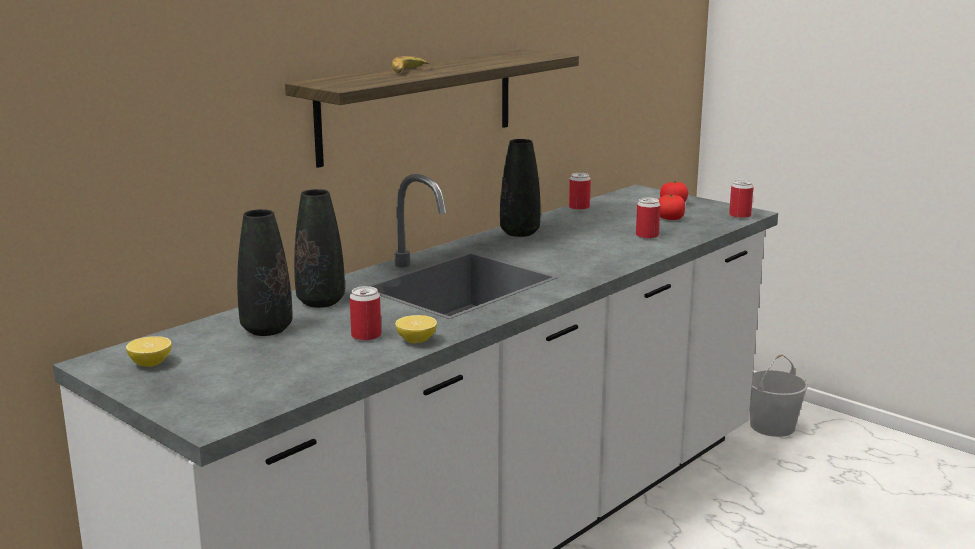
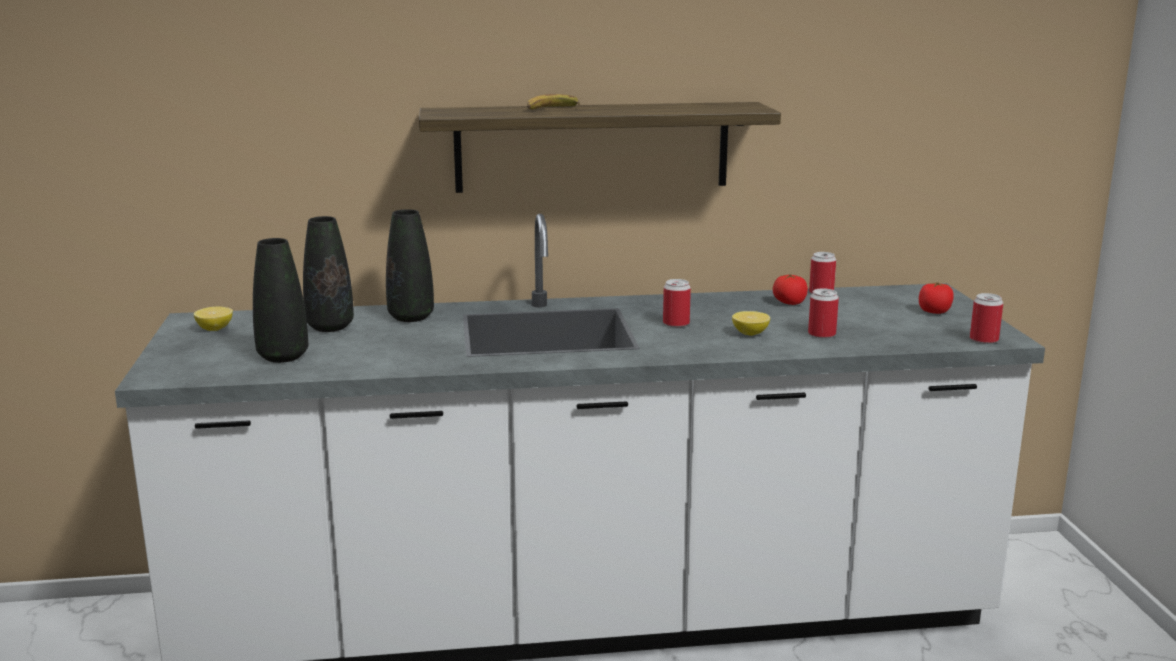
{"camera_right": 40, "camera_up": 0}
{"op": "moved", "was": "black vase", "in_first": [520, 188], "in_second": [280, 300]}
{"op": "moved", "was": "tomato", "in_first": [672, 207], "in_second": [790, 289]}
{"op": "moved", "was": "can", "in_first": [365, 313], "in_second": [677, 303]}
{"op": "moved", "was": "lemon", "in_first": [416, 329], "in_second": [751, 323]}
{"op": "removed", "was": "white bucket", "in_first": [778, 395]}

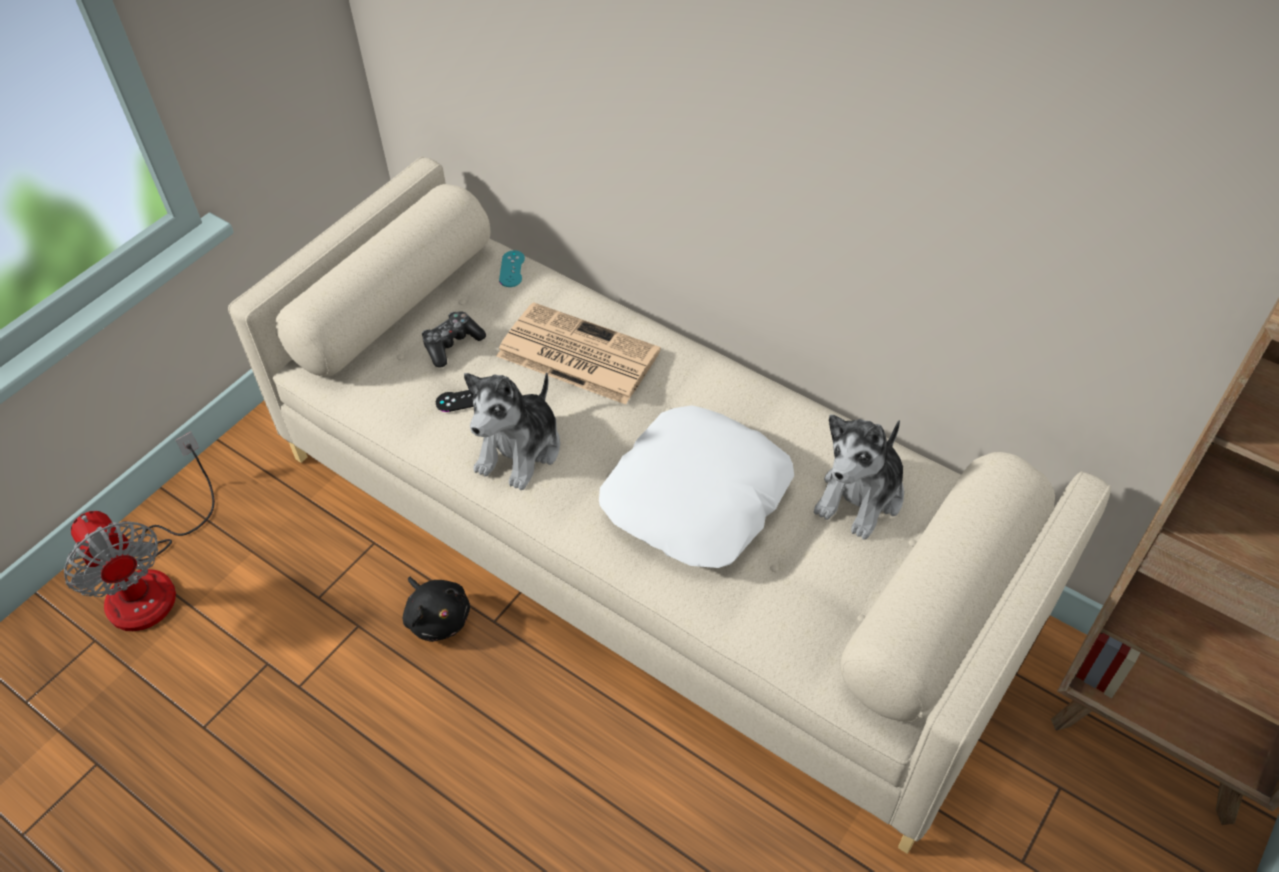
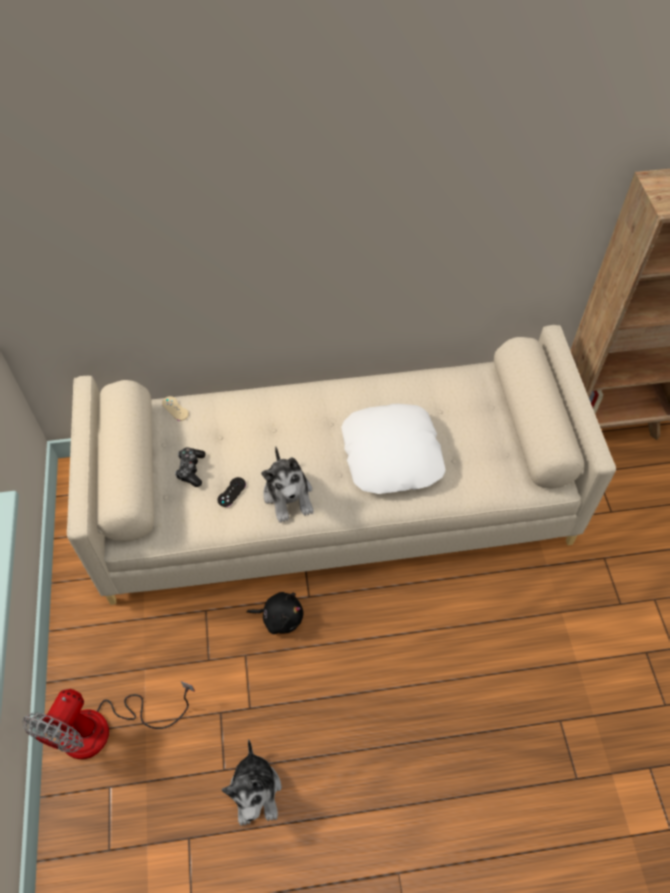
{"camera_right": -45, "camera_up": 5}
{"op": "recoloured", "was": "turquoise game controller", "now": "beige game controller", "in_first": [512, 268], "in_second": [175, 408]}
{"op": "removed", "was": "newspaper", "in_first": [579, 353]}
{"op": "moved", "was": "plush toy", "in_first": [859, 477], "in_second": [252, 782]}
{"op": "turned", "was": "fan", "in_first": [139, 531], "in_second": [108, 720], "clockwise": 105}

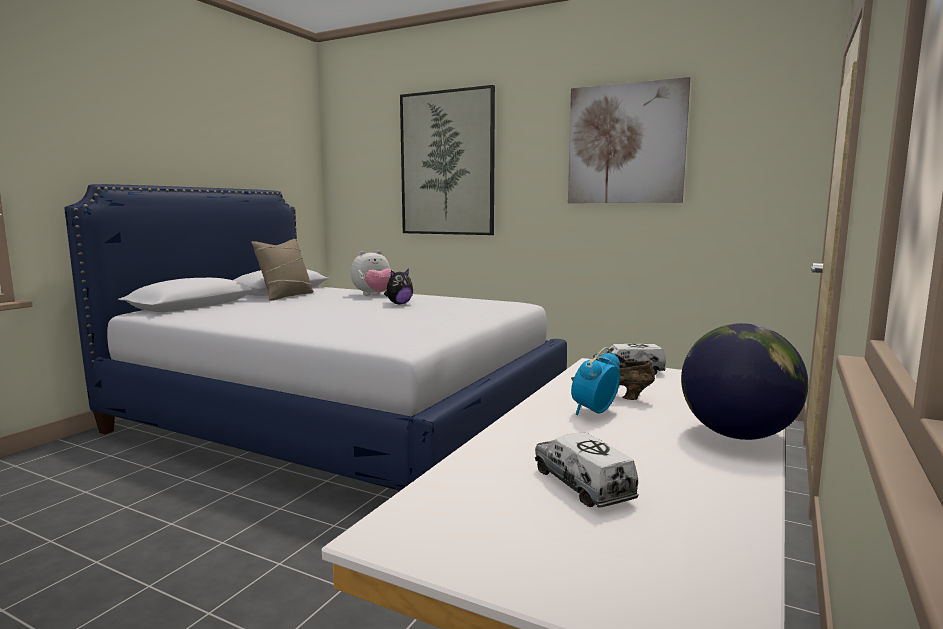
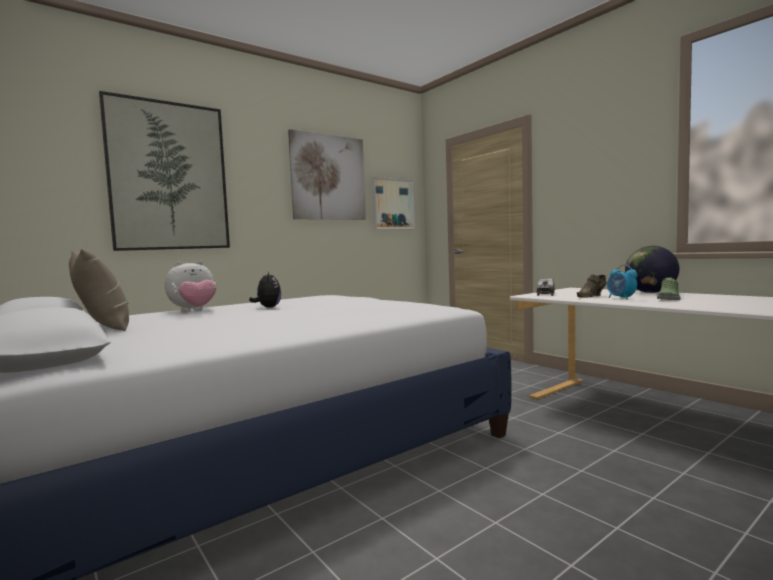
{"camera_right": -65, "camera_up": -5}
{"op": "turned", "was": "plush toy", "in_first": [371, 272], "in_second": [190, 286], "clockwise": 60}
{"op": "removed", "was": "toy truck", "in_first": [587, 470]}
{"op": "added", "now": "picture", "in_second": [393, 203]}
{"op": "added", "now": "shoe", "in_second": [669, 288]}

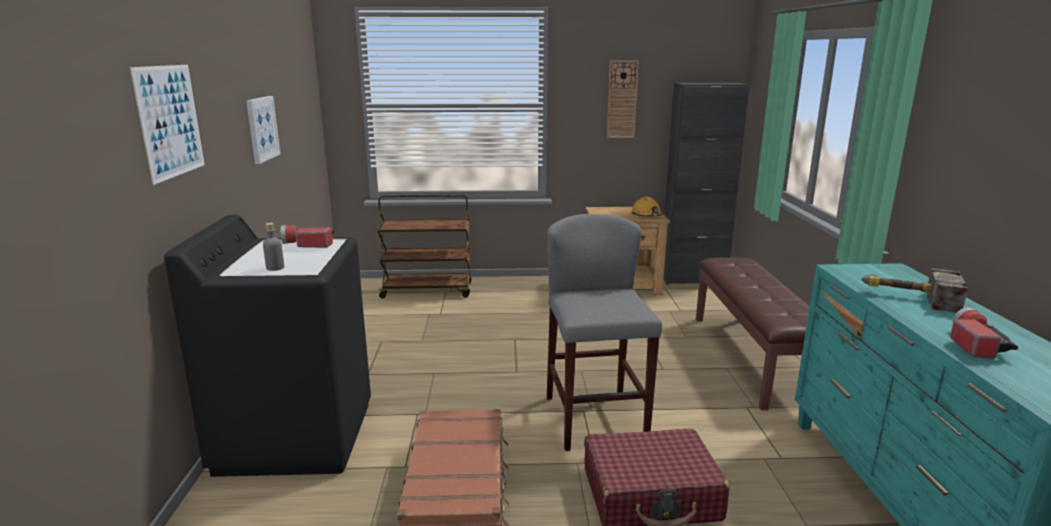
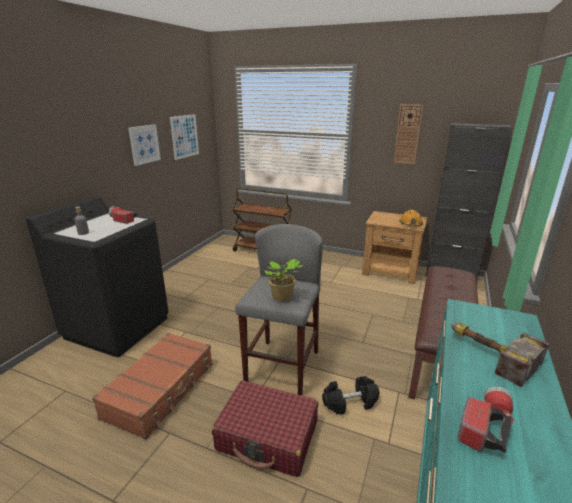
{"camera_right": 25, "camera_up": 5}
{"op": "moved", "was": "picture", "in_first": [167, 125], "in_second": [184, 137]}
{"op": "added", "now": "potted plant", "in_second": [283, 280]}
{"op": "added", "now": "black dumbbell", "in_second": [350, 395]}

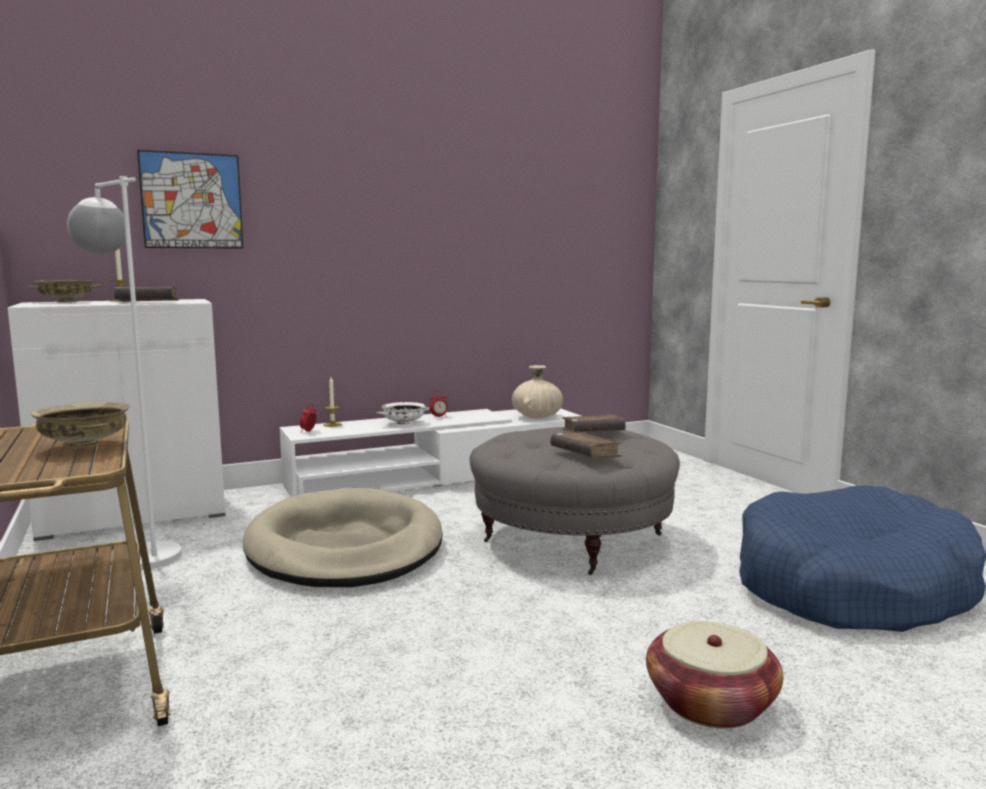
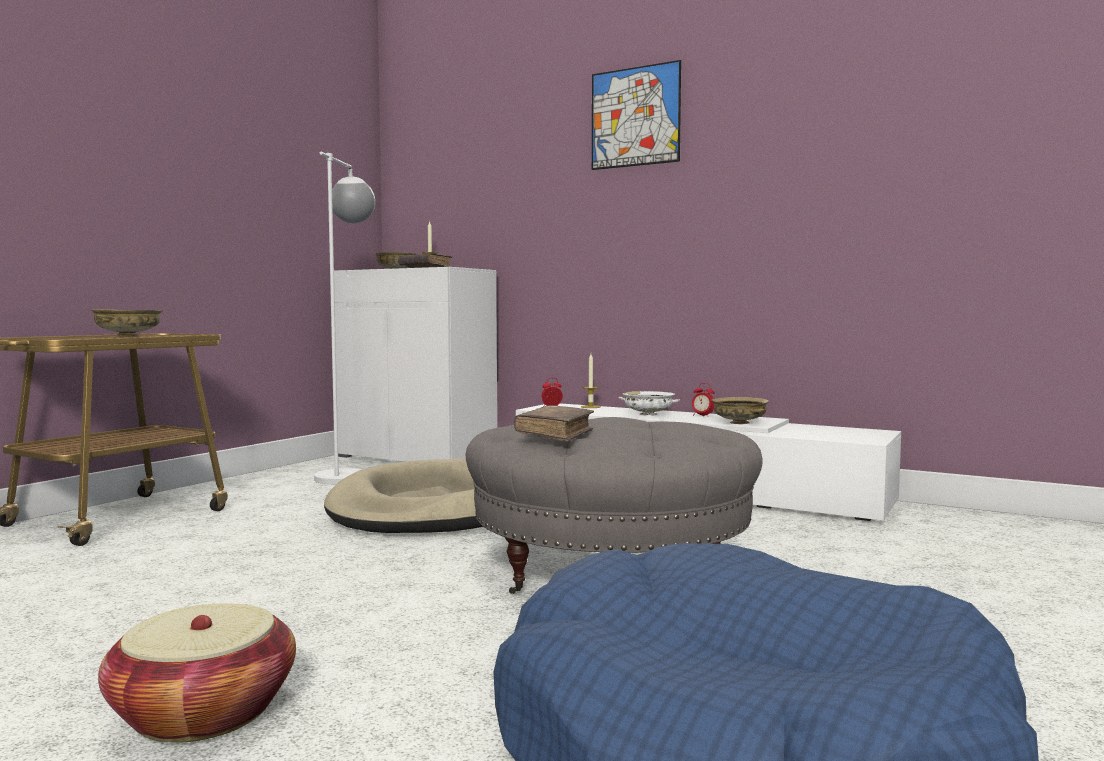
{"camera_right": 55, "camera_up": -5}
{"op": "moved", "was": "picture", "in_first": [190, 199], "in_second": [636, 115]}
{"op": "removed", "was": "beige vase", "in_first": [537, 392]}
{"op": "removed", "was": "brown book", "in_first": [594, 423]}
{"op": "added", "now": "beige bowl", "in_second": [740, 410]}

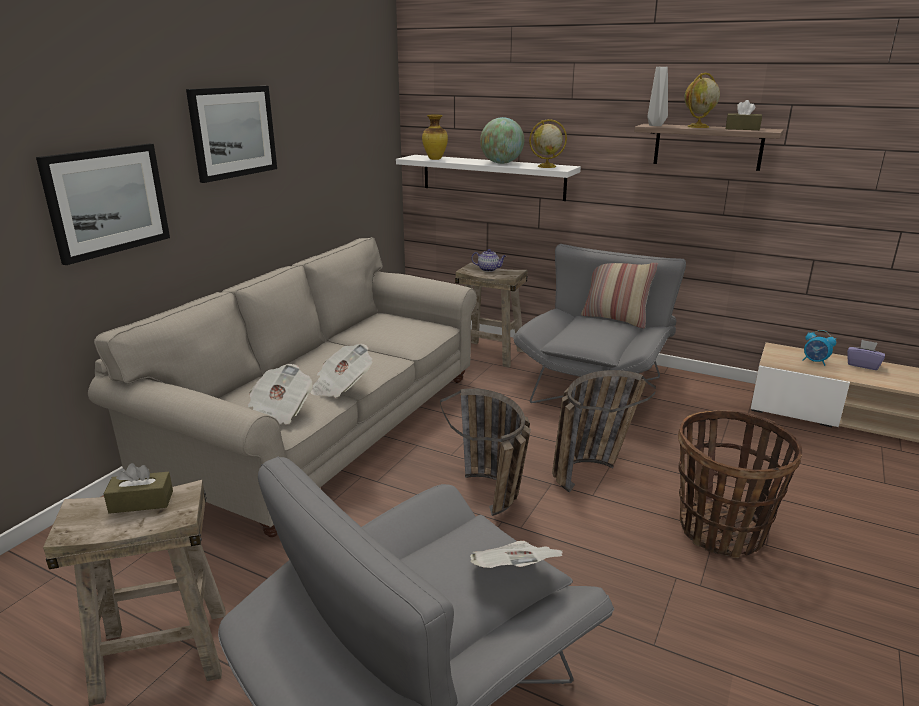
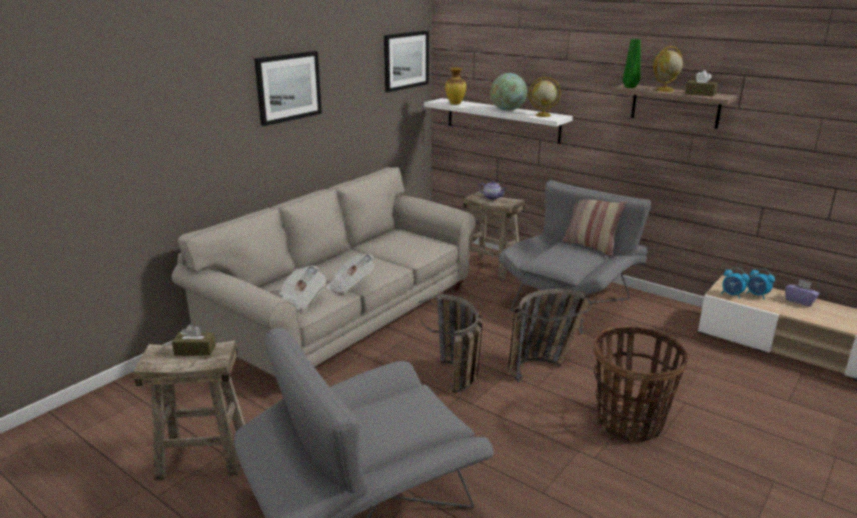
{"camera_right": 10, "camera_up": 0}
{"op": "recoloured", "was": "grey vase", "now": "green vase", "in_first": [657, 96], "in_second": [632, 63]}
{"op": "moved", "was": "picture", "in_first": [103, 204], "in_second": [406, 61]}
{"op": "removed", "was": "newspaper", "in_first": [516, 554]}
{"op": "added", "now": "alarm clock", "in_second": [735, 283]}

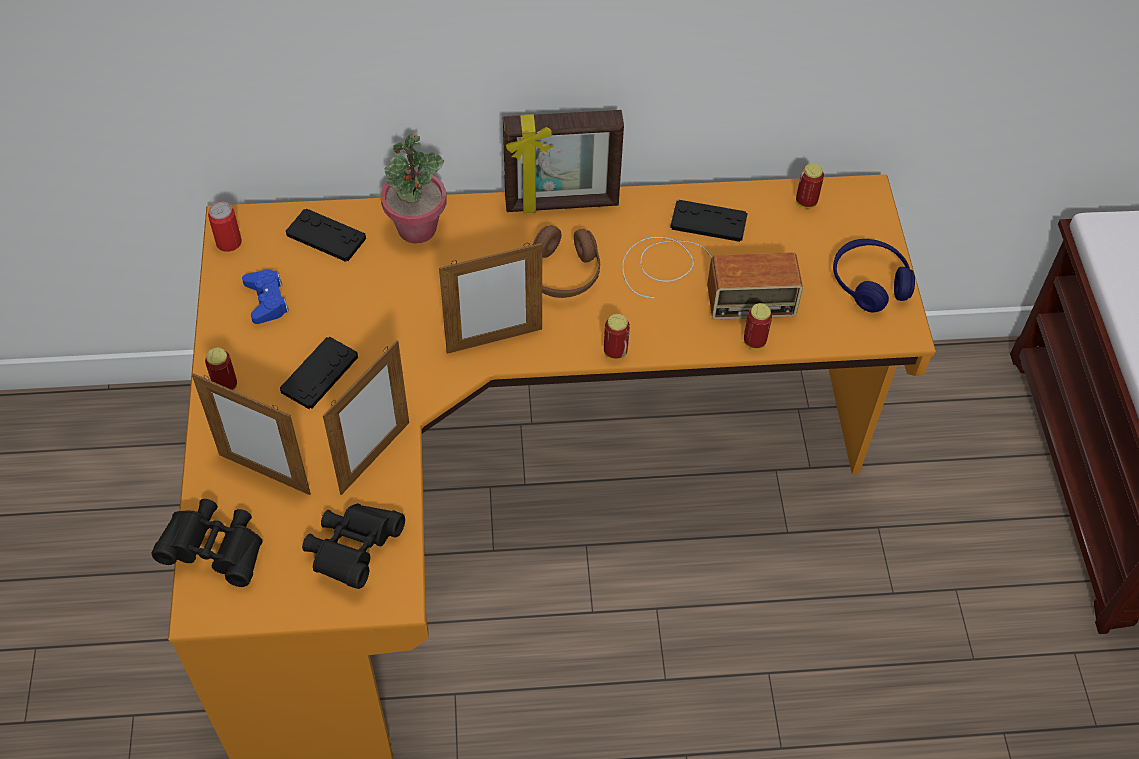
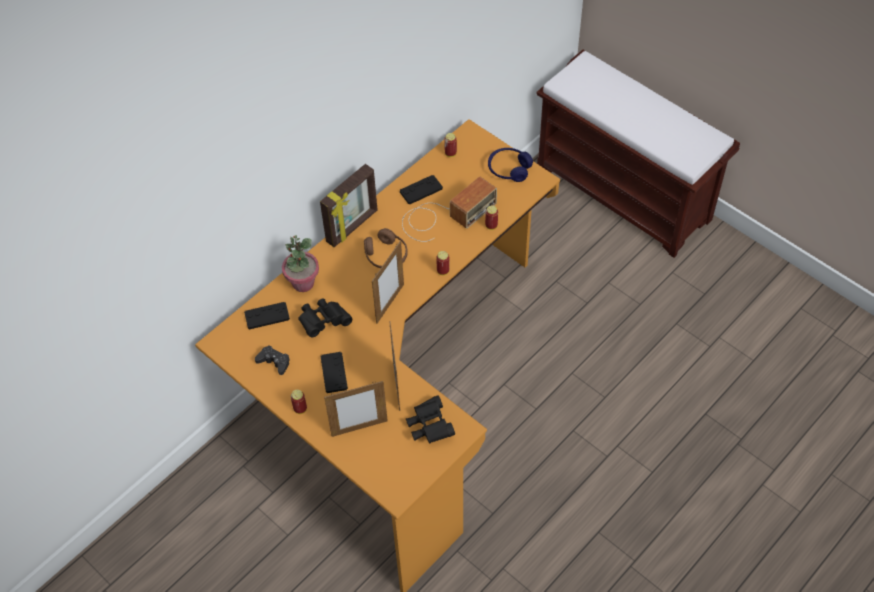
{"camera_right": -40, "camera_up": 0}
{"op": "removed", "was": "can", "in_first": [225, 226]}
{"op": "recoloured", "was": "blue game controller", "now": "black game controller", "in_first": [265, 296], "in_second": [272, 360]}
{"op": "moved", "was": "black binoculars", "in_first": [207, 543], "in_second": [325, 317]}

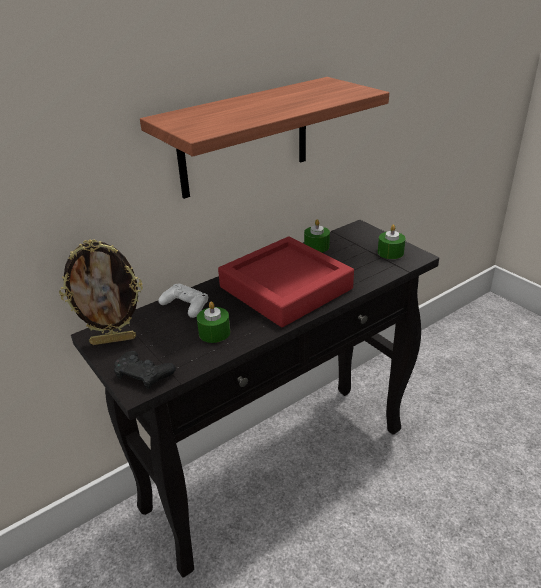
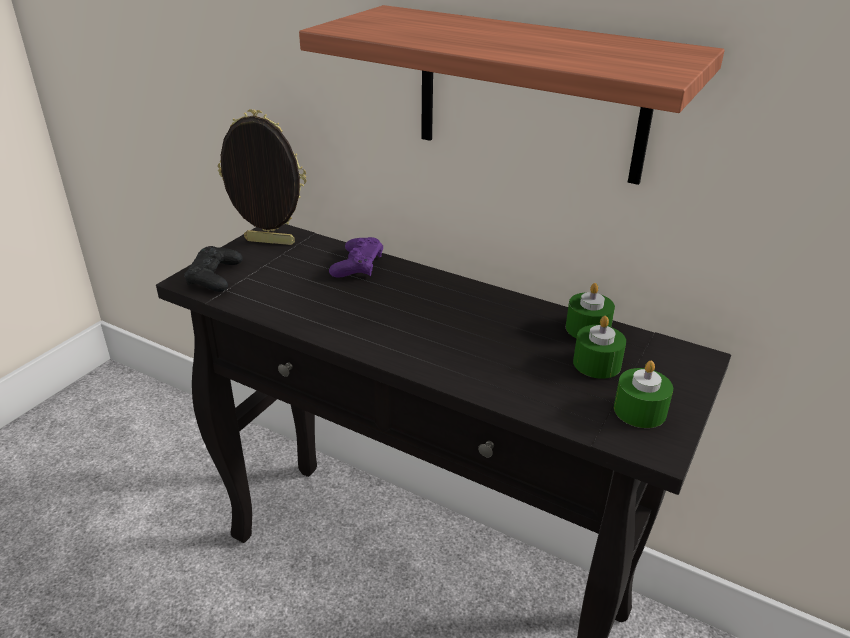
{"camera_right": 65, "camera_up": 0}
{"op": "removed", "was": "red tray", "in_first": [286, 282]}
{"op": "turned", "was": "picture frame", "in_first": [101, 292], "in_second": [262, 177], "clockwise": 135}
{"op": "recoloured", "was": "white game controller", "now": "purple game controller", "in_first": [183, 301], "in_second": [356, 257]}
{"op": "moved", "was": "green candle", "in_first": [213, 322], "in_second": [599, 347]}

